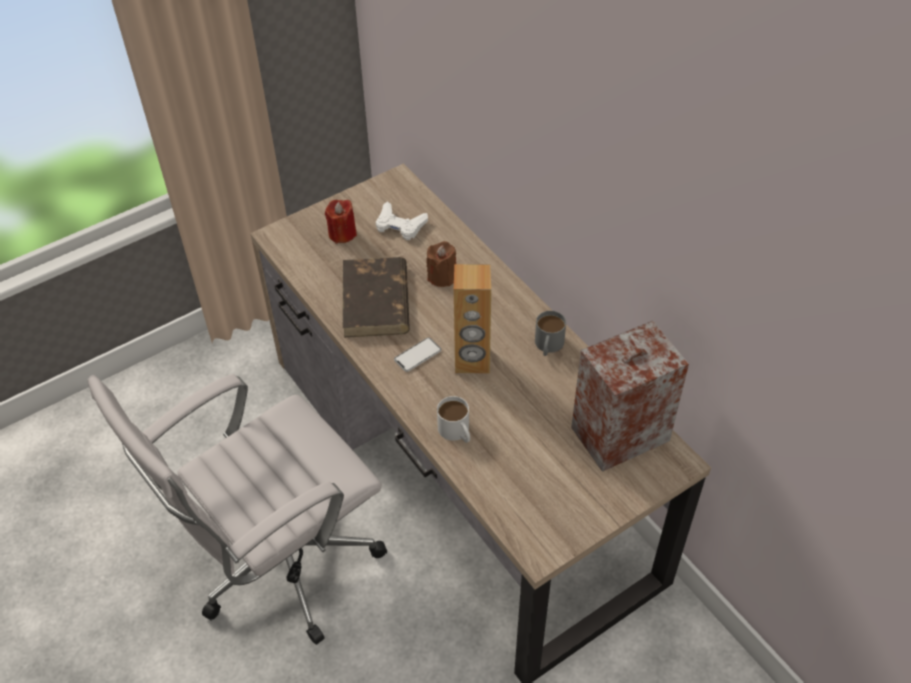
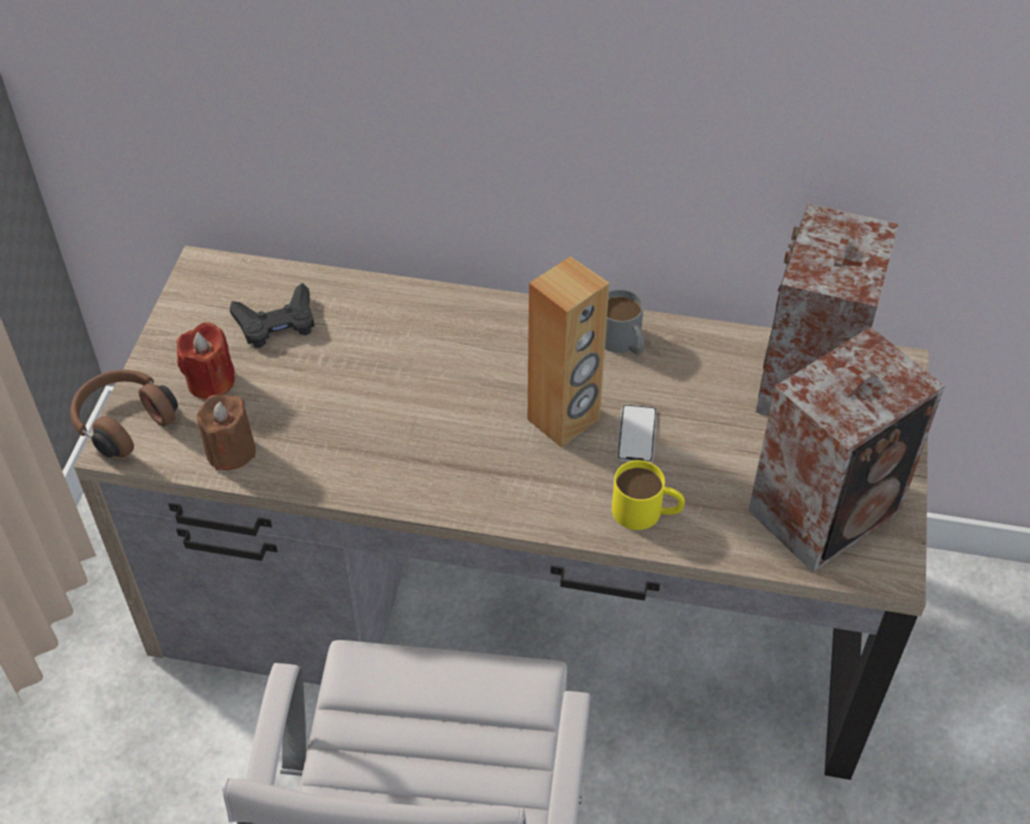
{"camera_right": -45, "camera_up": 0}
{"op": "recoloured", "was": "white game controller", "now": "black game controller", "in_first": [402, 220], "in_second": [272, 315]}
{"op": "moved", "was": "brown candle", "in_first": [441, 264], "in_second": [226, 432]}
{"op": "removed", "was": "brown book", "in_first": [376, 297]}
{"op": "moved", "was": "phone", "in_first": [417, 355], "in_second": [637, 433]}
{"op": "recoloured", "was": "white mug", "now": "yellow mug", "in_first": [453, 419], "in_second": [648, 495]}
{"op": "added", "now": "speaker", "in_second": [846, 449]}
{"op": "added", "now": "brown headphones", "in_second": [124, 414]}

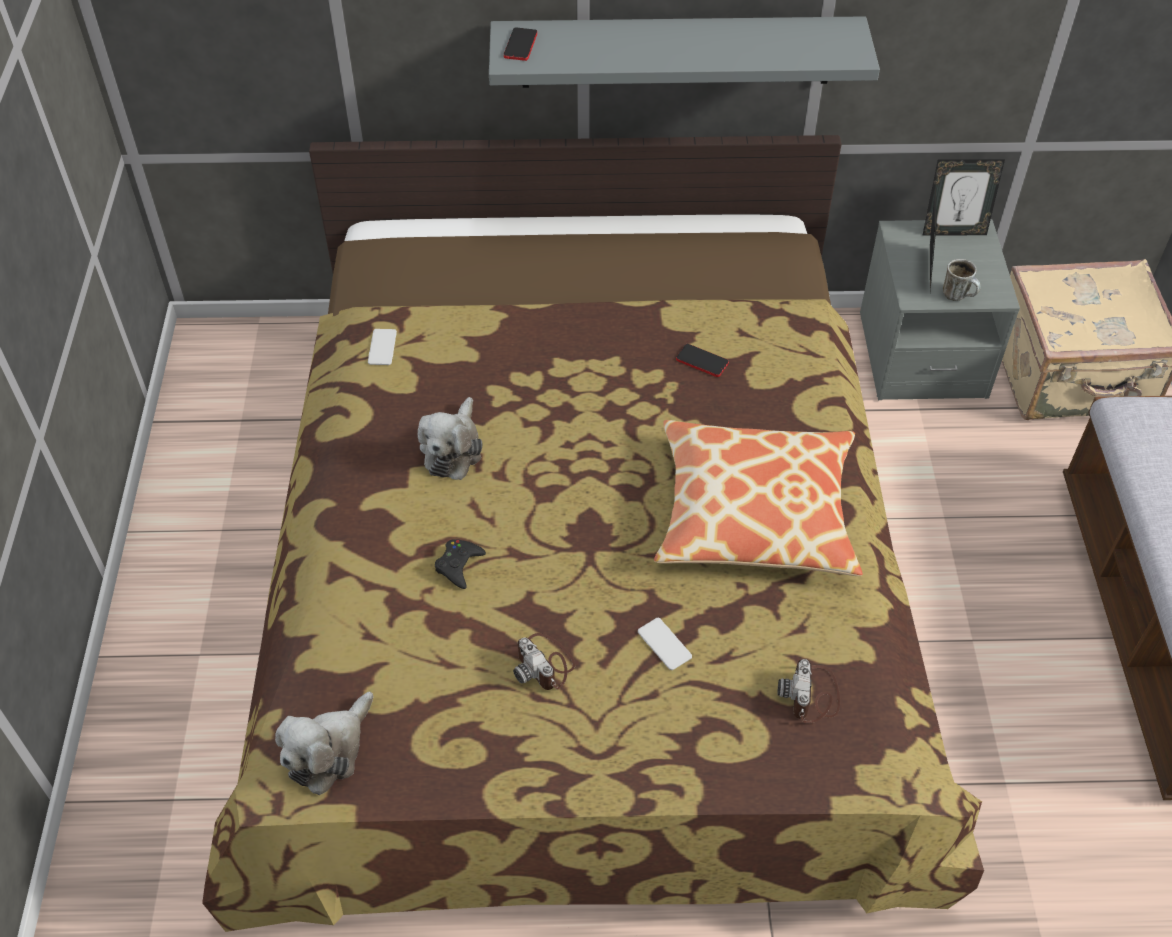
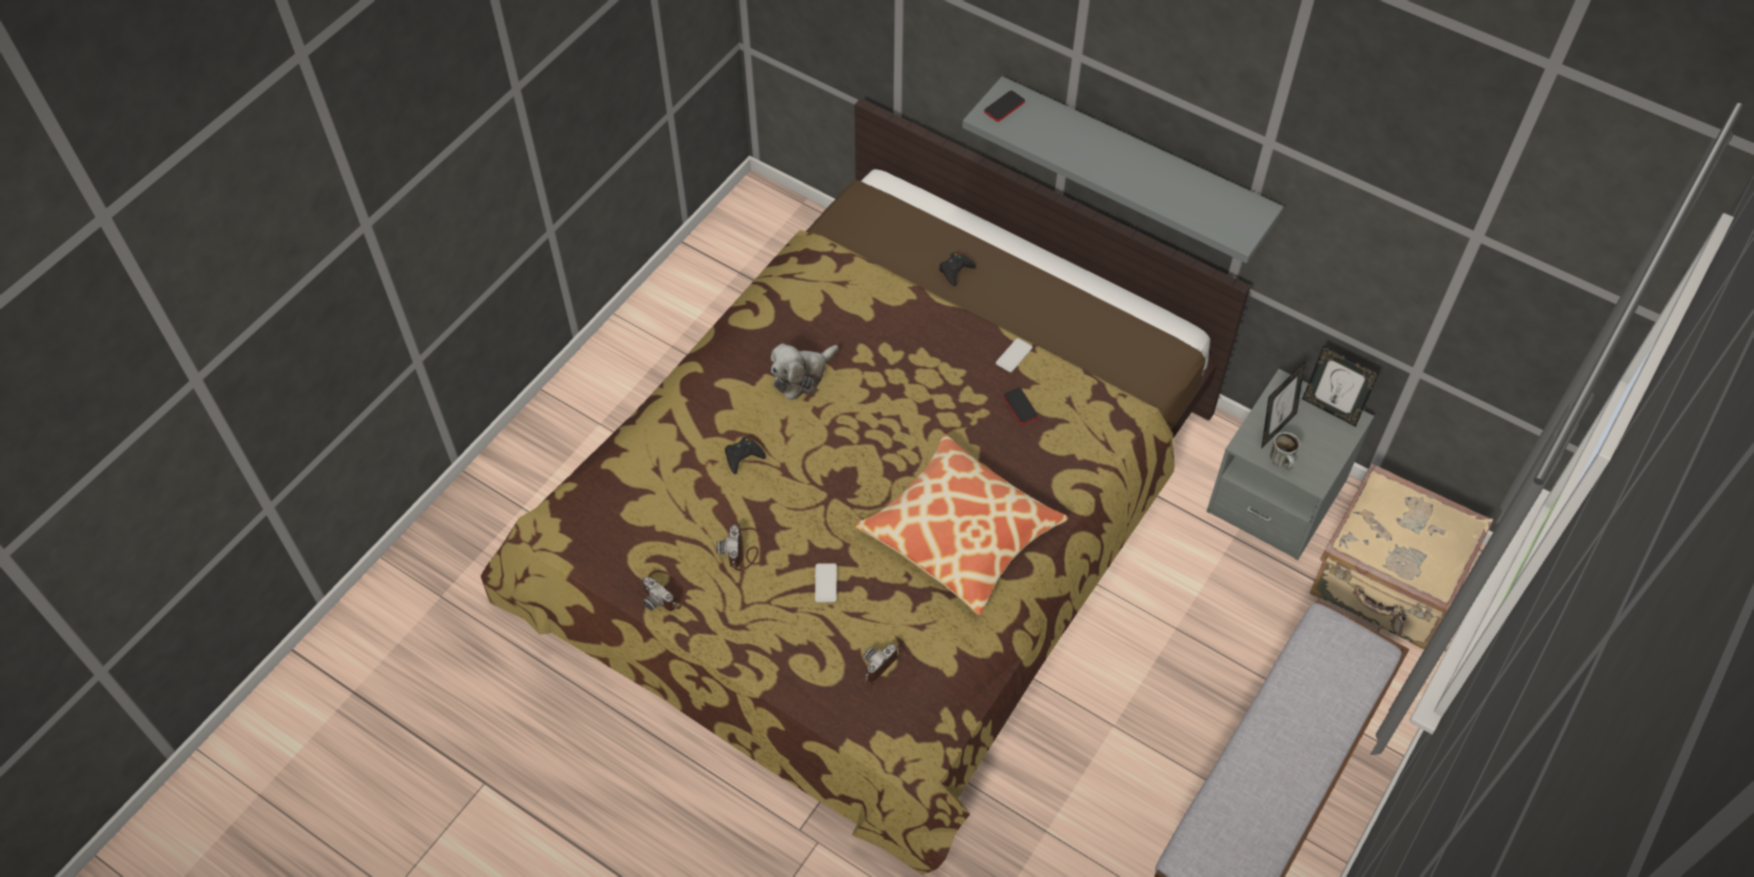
{"camera_right": 35, "camera_up": 5}
{"op": "moved", "was": "phone", "in_first": [382, 347], "in_second": [1014, 355]}
{"op": "removed", "was": "plush toy", "in_first": [324, 743]}
{"op": "added", "now": "black game controller", "in_second": [957, 269]}
{"op": "added", "now": "photo camera", "in_second": [664, 590]}

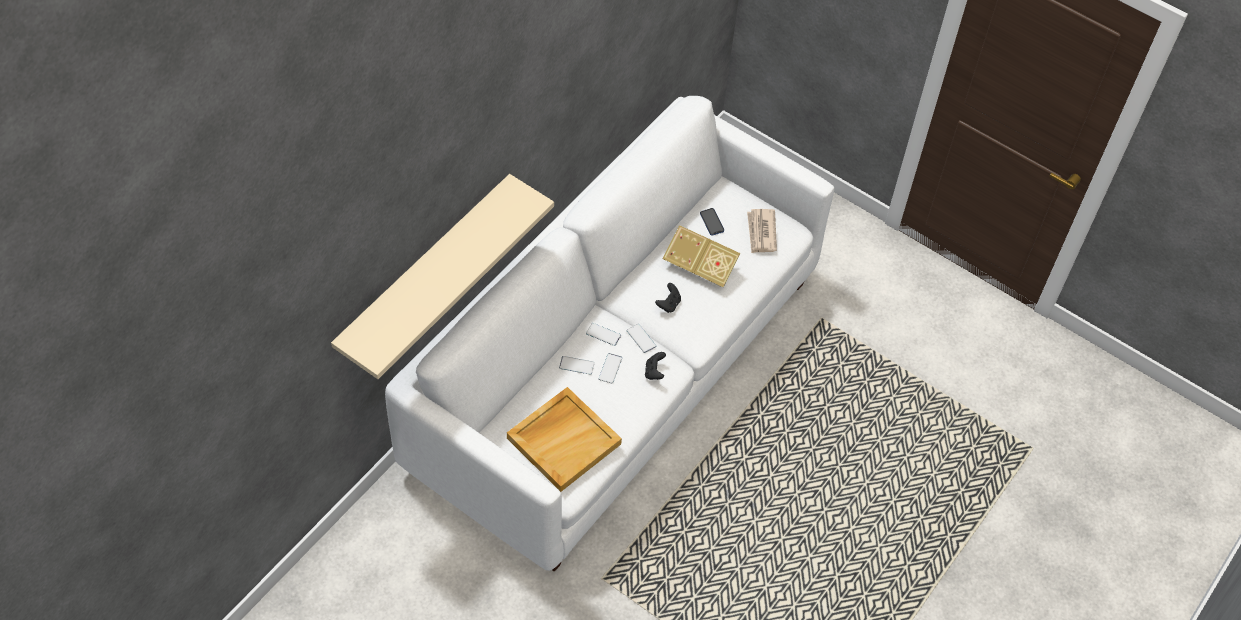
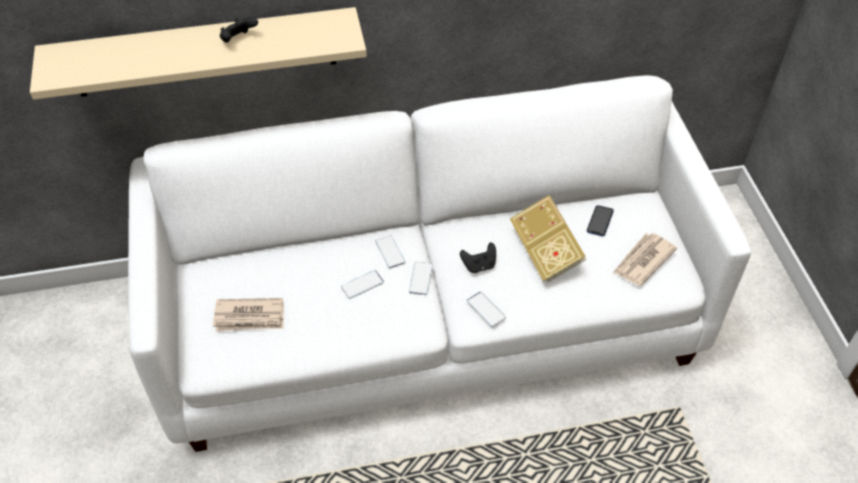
{"camera_right": 45, "camera_up": -5}
{"op": "moved", "was": "black game controller", "in_first": [655, 366], "in_second": [239, 30]}
{"op": "moved", "was": "phone", "in_first": [576, 365], "in_second": [486, 309]}
{"op": "replaced", "was": "beige tray", "now": "newspaper", "in_first": [564, 439], "in_second": [248, 314]}

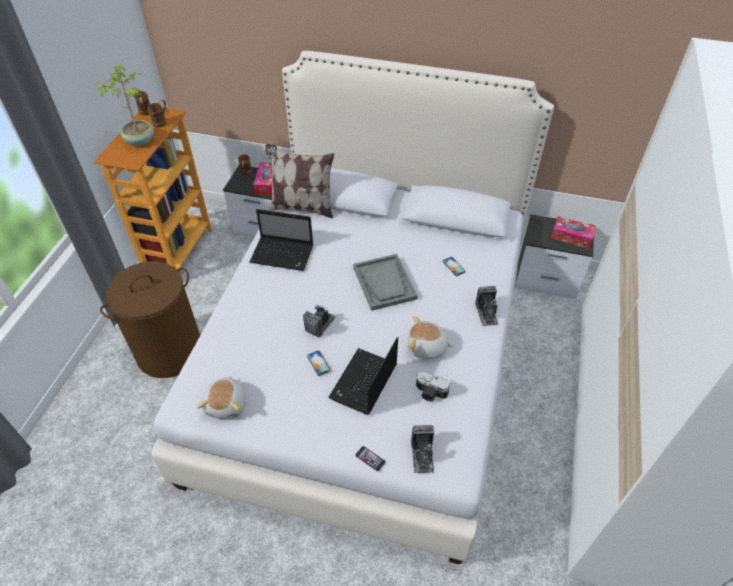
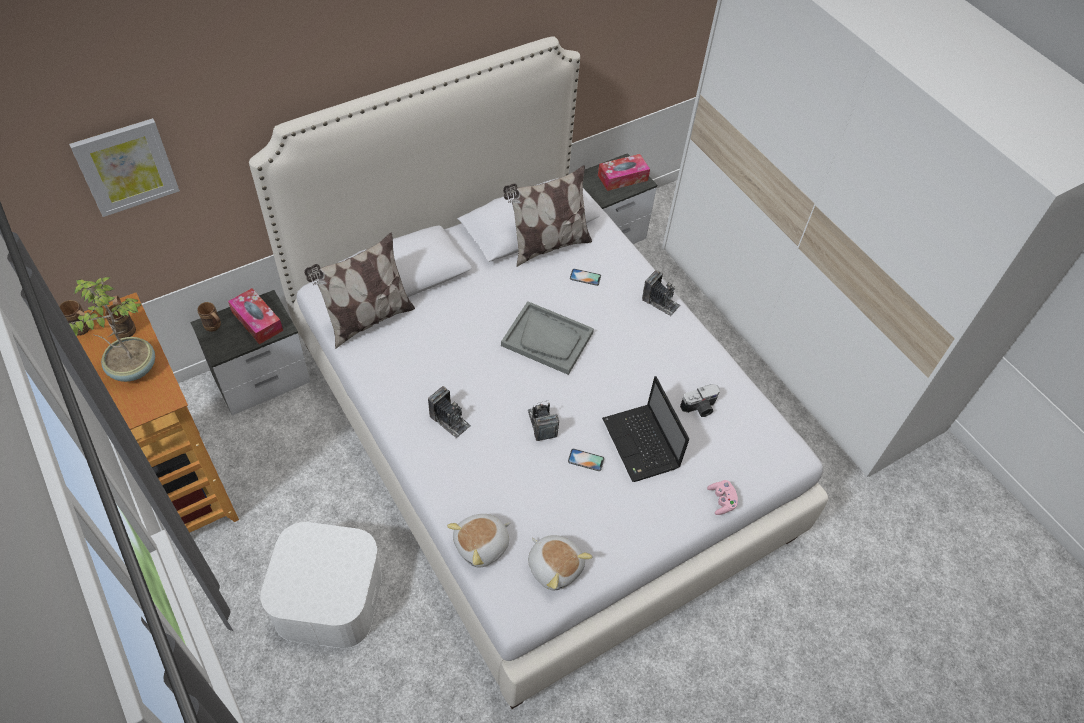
{"camera_right": -50, "camera_up": 5}
{"op": "removed", "was": "laptop", "in_first": [281, 240]}
{"op": "replaced", "was": "brown laundry basket", "now": "white storage box", "in_first": [150, 320], "in_second": [321, 585]}
{"op": "moved", "was": "plush toy", "in_first": [430, 337], "in_second": [478, 540]}
{"op": "moved", "was": "photo camera", "in_first": [422, 449], "in_second": [449, 412]}
{"op": "replaced", "was": "phone", "now": "pink game controller", "in_first": [370, 459], "in_second": [722, 497]}
{"op": "added", "now": "picture", "in_second": [124, 167]}
{"op": "added", "now": "pillow", "in_second": [547, 216]}

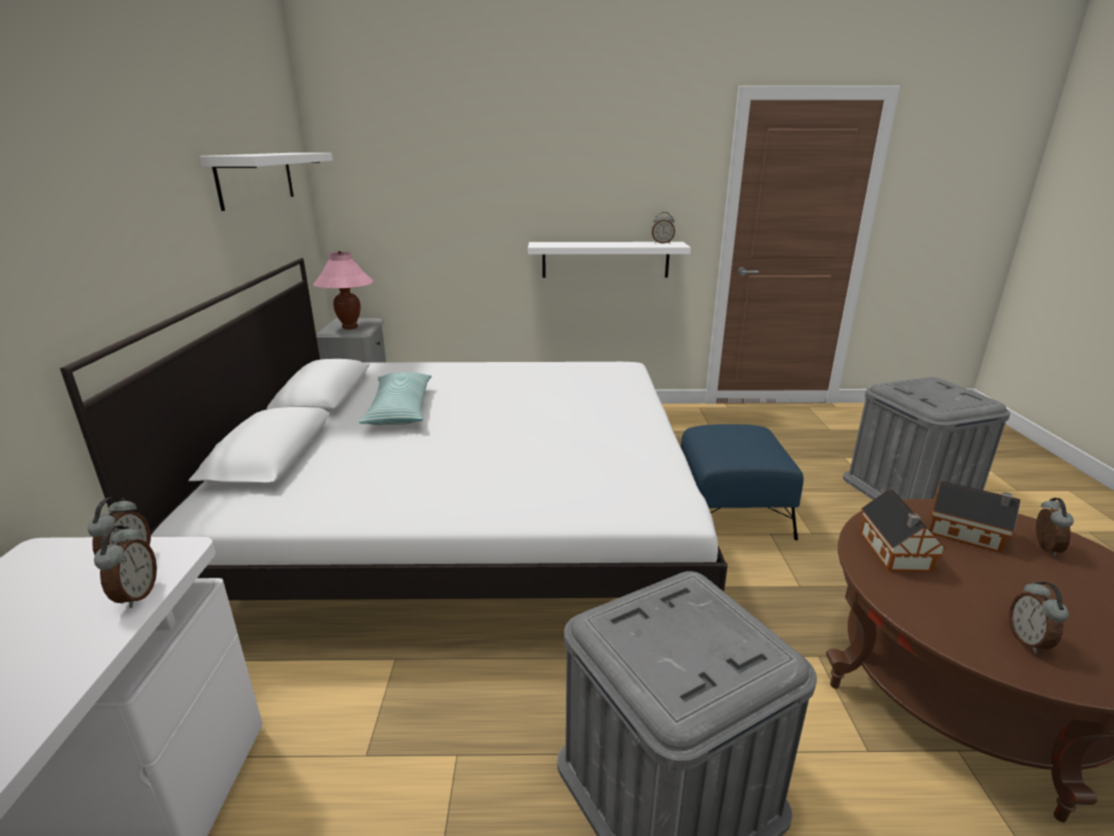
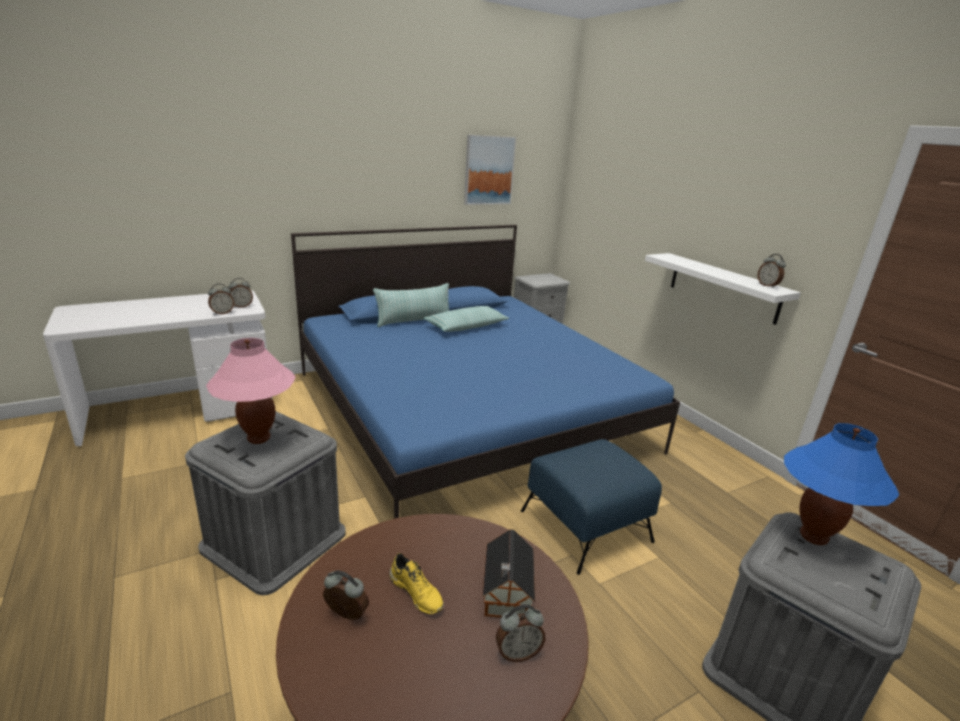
{"camera_right": 60, "camera_up": 0}
{"op": "replaced", "was": "white shelf", "now": "picture", "in_first": [266, 182], "in_second": [490, 170]}
{"op": "moved", "was": "pink table lamp", "in_first": [343, 290], "in_second": [251, 391]}
{"op": "recoloured", "was": "white bed", "now": "blue bed", "in_first": [394, 429], "in_second": [485, 372]}
{"op": "removed", "was": "toy house", "in_first": [903, 531]}
{"op": "turned", "was": "alarm clock", "in_first": [1039, 617], "in_second": [346, 595], "clockwise": 45}
{"op": "added", "now": "pillow", "in_second": [411, 305]}
{"op": "added", "now": "blue table lamp", "in_second": [841, 484]}
{"op": "added", "now": "yellow shoe", "in_second": [416, 583]}

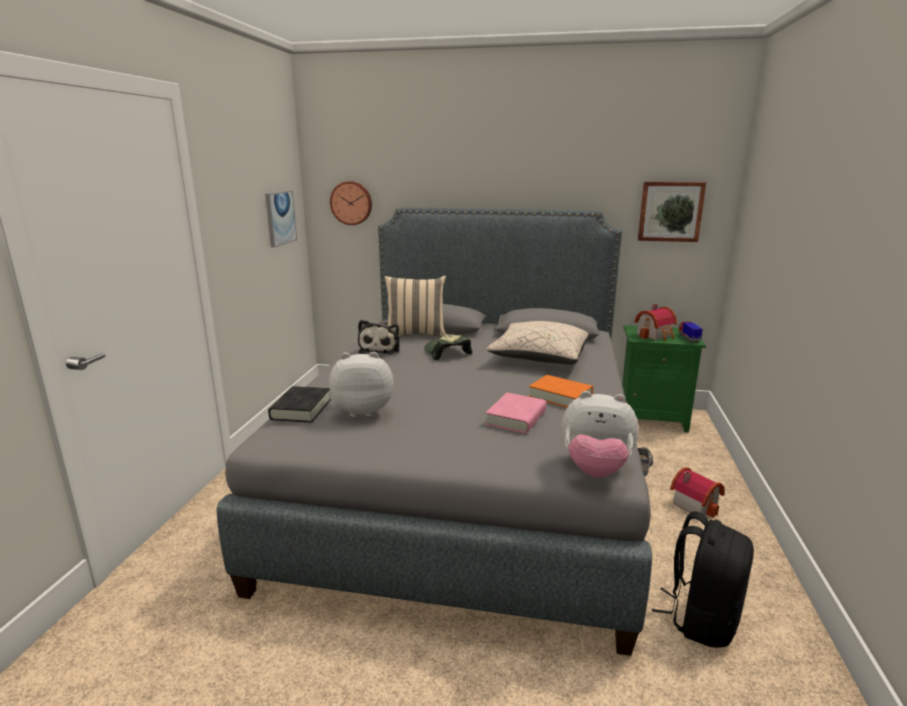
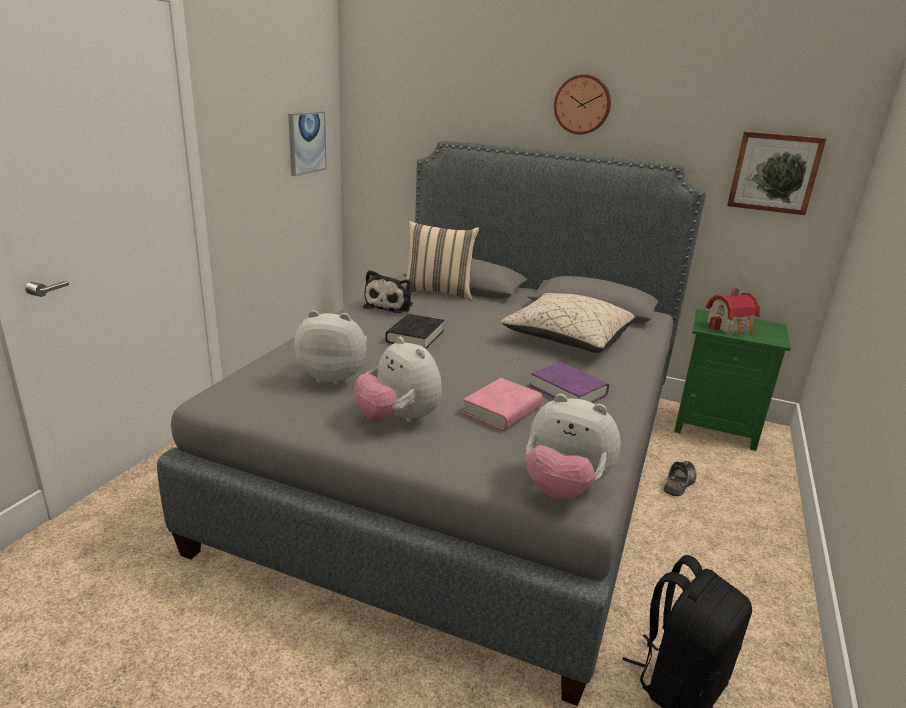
{"camera_right": 10, "camera_up": 5}
{"op": "moved", "was": "wall clock", "in_first": [351, 203], "in_second": [582, 104]}
{"op": "removed", "was": "toy truck", "in_first": [691, 332]}
{"op": "removed", "was": "cap", "in_first": [448, 347]}
{"op": "recoloured", "was": "orange book", "now": "purple book", "in_first": [560, 391], "in_second": [569, 382]}
{"op": "moved", "was": "black book", "in_first": [299, 404], "in_second": [414, 331]}
{"op": "removed", "was": "toy house", "in_first": [697, 492]}
{"op": "added", "now": "plush toy", "in_second": [398, 380]}

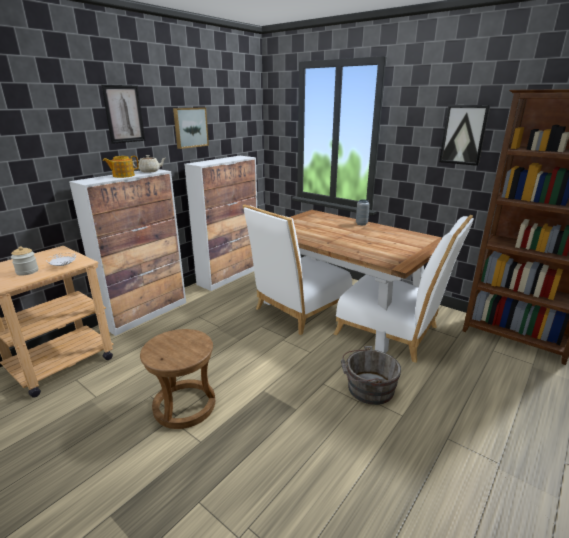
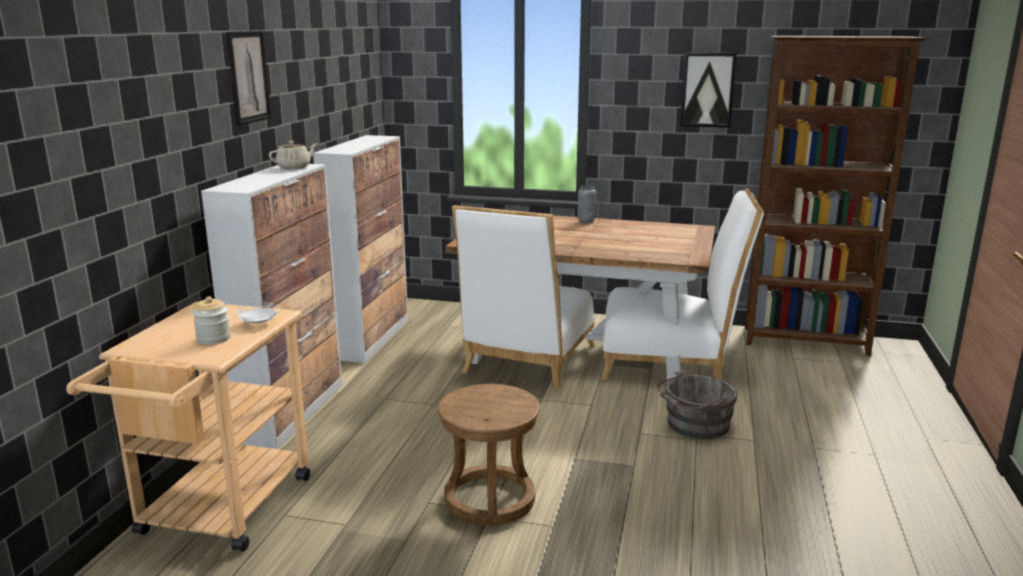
{"camera_right": -25, "camera_up": -5}
{"op": "removed", "was": "picture", "in_first": [191, 128]}
{"op": "removed", "was": "teapot", "in_first": [121, 167]}

